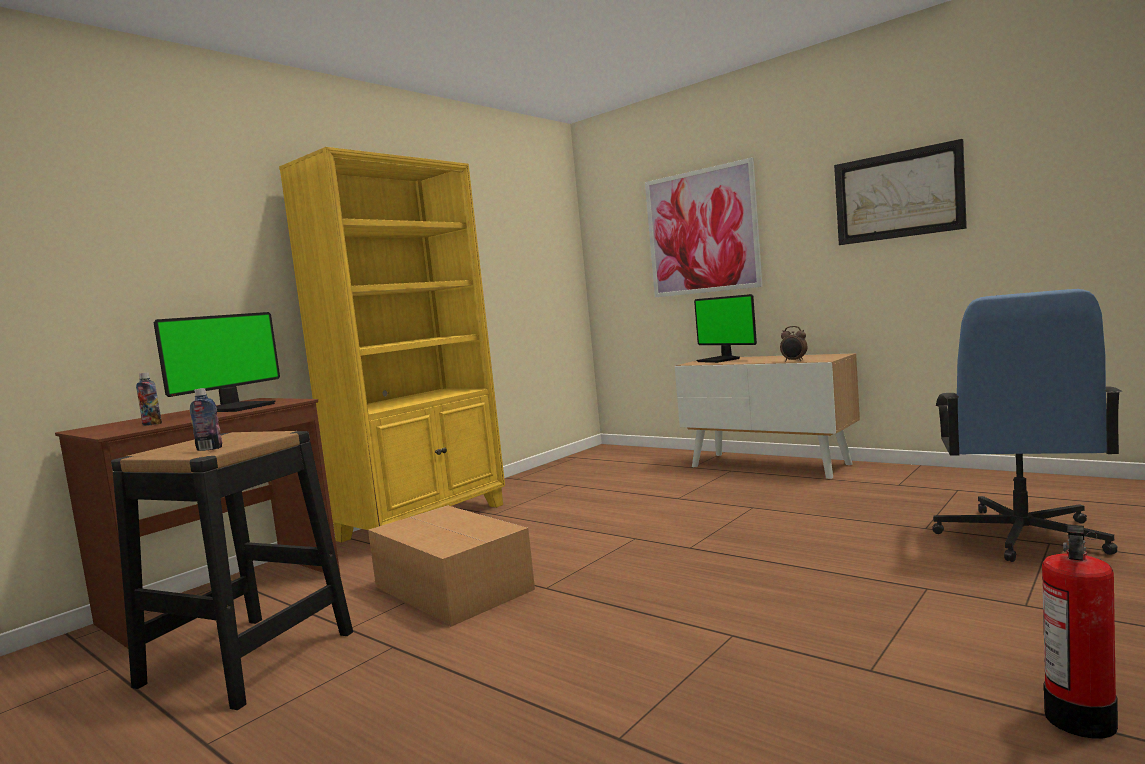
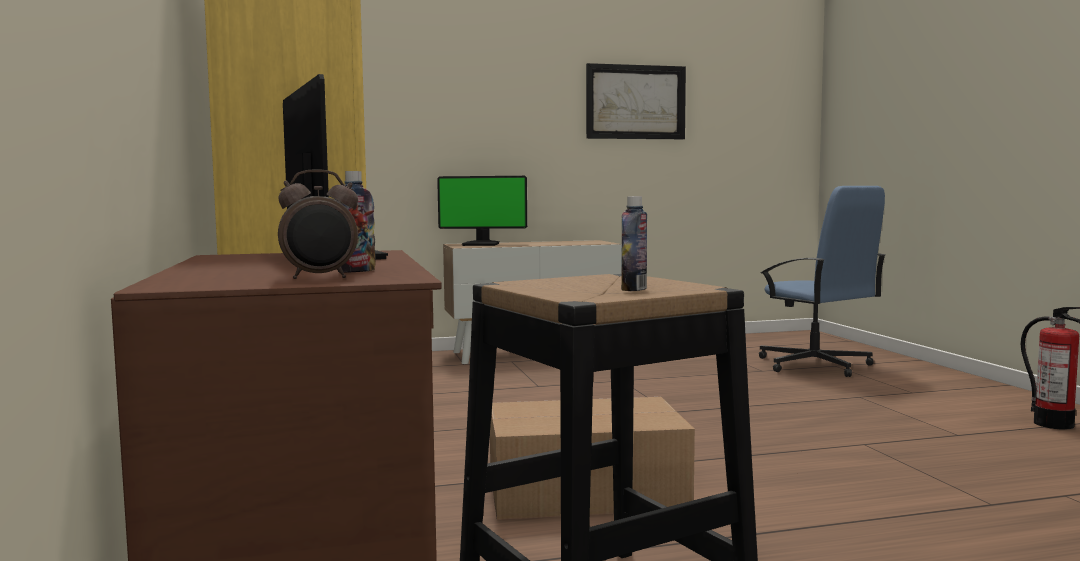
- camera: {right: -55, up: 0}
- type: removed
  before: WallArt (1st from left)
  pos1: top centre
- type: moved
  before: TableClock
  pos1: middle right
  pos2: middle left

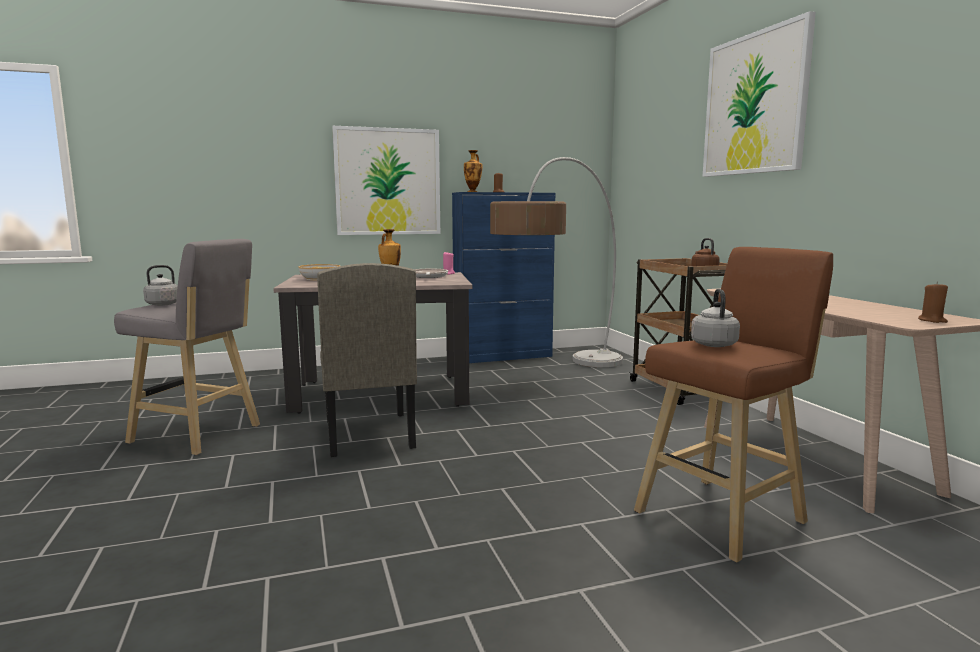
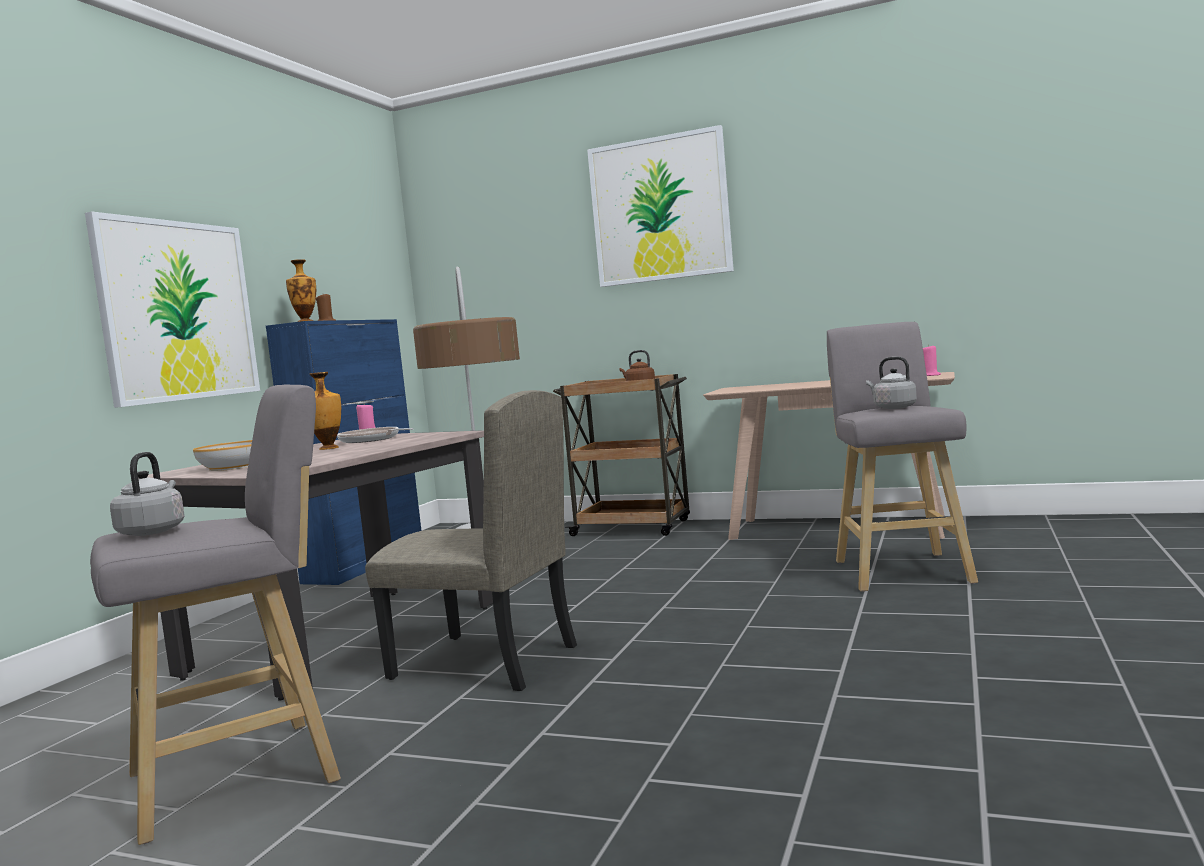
- camera: {right: -50, up: -5}
- type: recoloured
  before: BrownColouredSittingStool
  after: GraySittingStool (2nd from left)
  pos1: middle right
  pos2: middle right
- type: recoloured
  before: BrownColouredWaxLight (2nd from left)
  after: PinkColouredWaxLight (2nd from left)
  pos1: middle right
  pos2: middle right

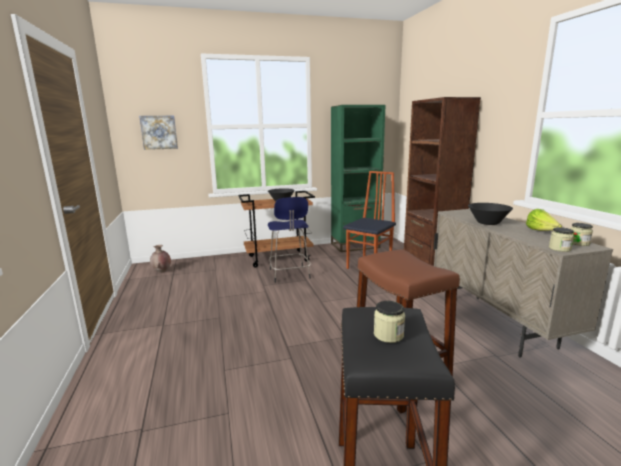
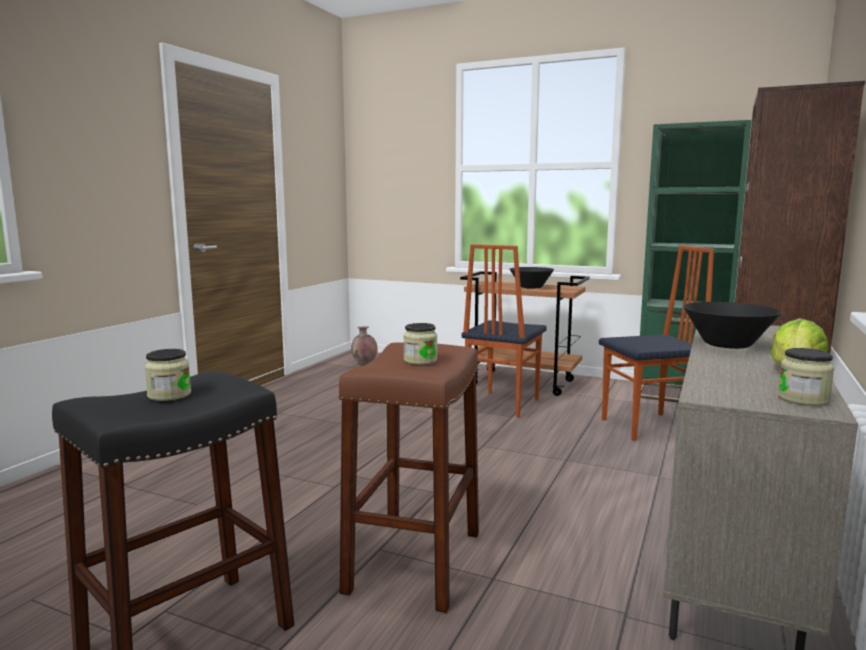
- camera: {right: 40, up: -5}
- type: removed
  before: WallArt
  pos1: top left
- type: replaced
  before: BlueSittingStool
  after: PlainChair (1st from left)
  pos1: centre
  pos2: centre
- type: moved
  before: StorageJar (2nd from left)
  pos1: middle right
  pos2: centre

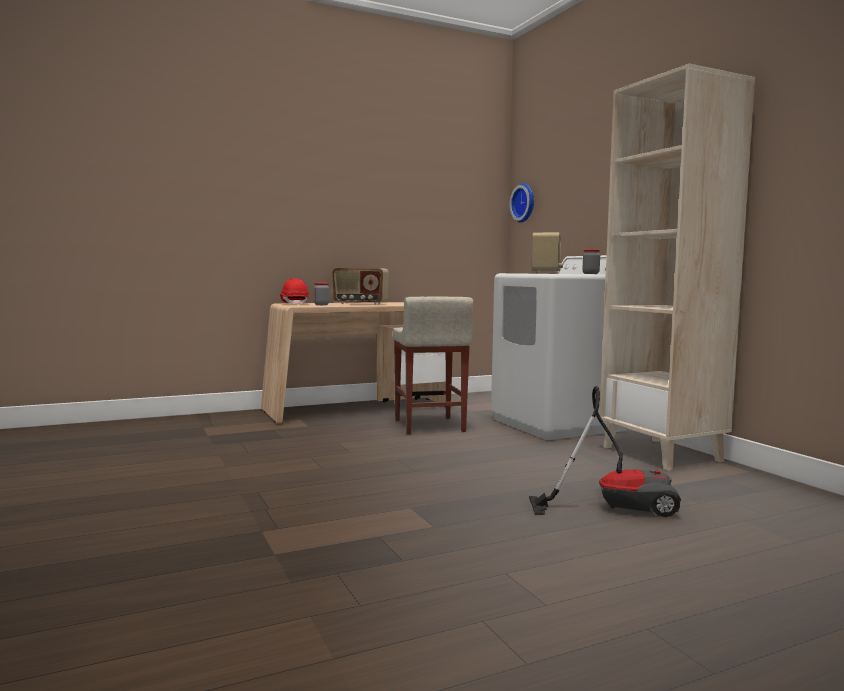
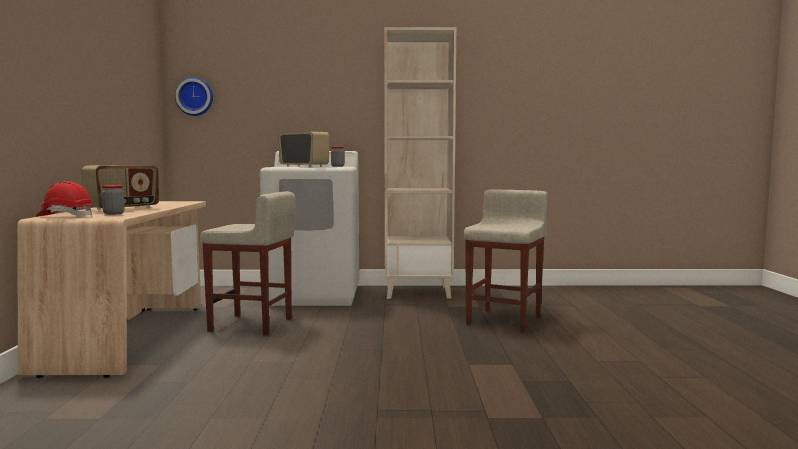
- camera: {right: -65, up: 0}
- type: replaced
  before: VacuumCleaner
  after: BeigeColouredSittingStool (2nd from left)
  pos1: middle right
  pos2: centre

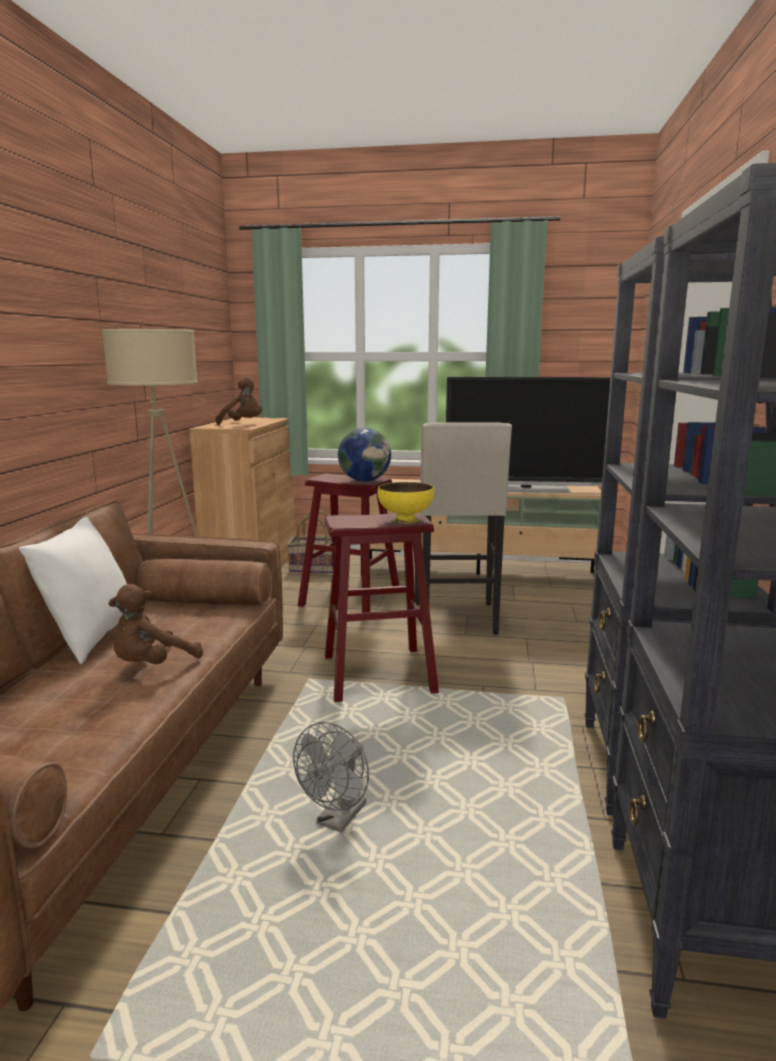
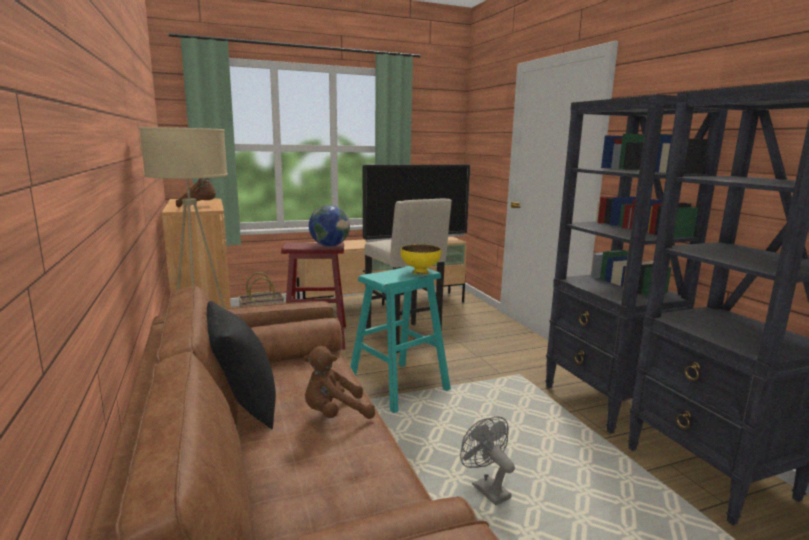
- camera: {right: -30, up: 0}
- type: recoloured
  before: RedSittingStool (2nd from left)
  after: TurquoiseColouredSittingStool
  pos1: centre
  pos2: centre
- type: recoloured
  before: WhiteThrowPillow
  after: BlackishThrowPillow
  pos1: middle left
  pos2: bottom left
- type: turned
  before: BrownColouredCuddlyToy (1st from left in the first image)
  pos1: middle left
  pos2: bottom centre
  turn: 60
- type: turned
  before: GrayCoolingFan
  pos1: bottom centre
  pos2: bottom centre
  turn: 150

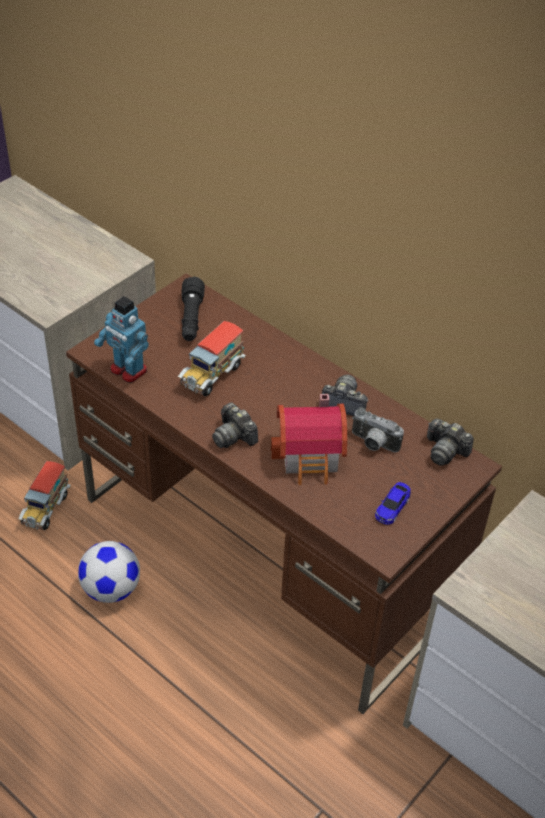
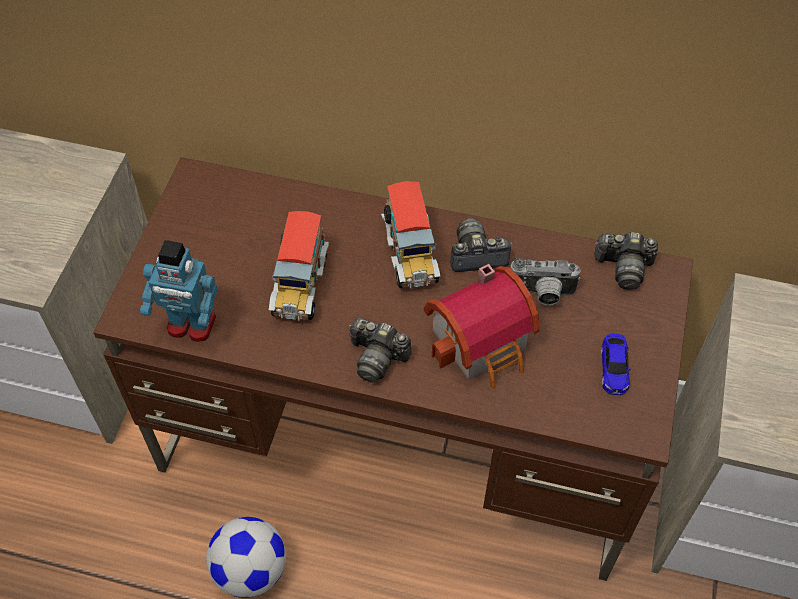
- camera: {right: -25, up: 10}
- type: removed
  before: BlackishTorch
  pos1: centre
- type: moved
  before: ToyTruck (1st from left in the first image)
  after: ToyTruck (2nd from left)
  pos1: middle left
  pos2: centre

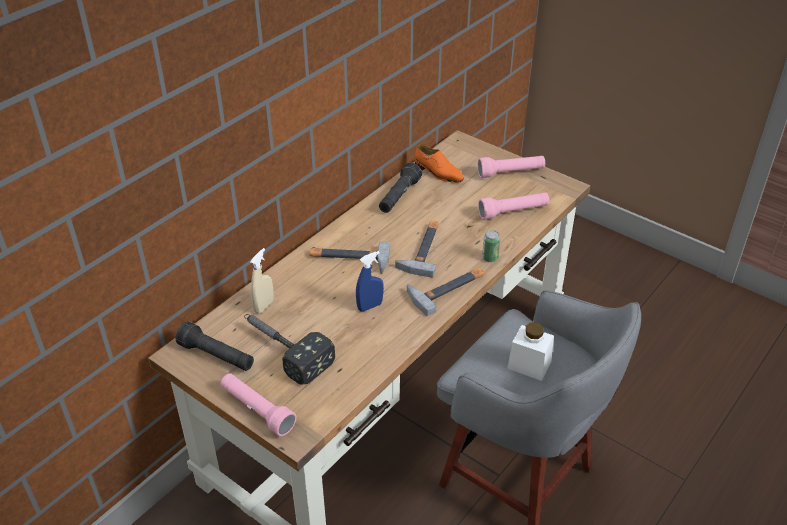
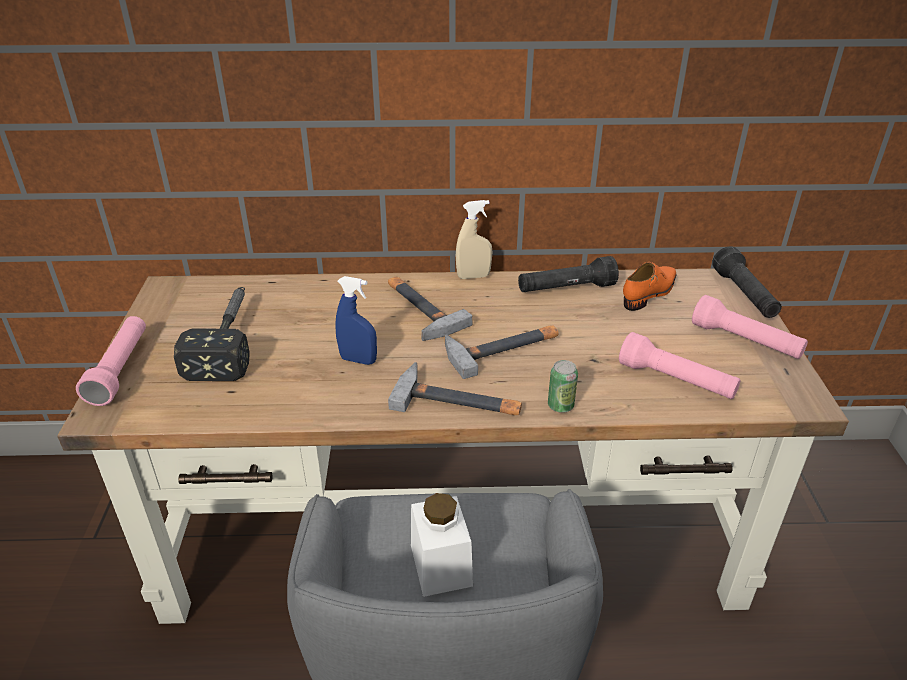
- camera: {right: 50, up: -5}
- type: turned
  before: OrangeColouredShoe
  pos1: top centre
  pos2: middle right
  turn: -135
- type: moved
  before: BeigeColouredSprayer
  pos1: middle left
  pos2: centre
- type: moved
  before: BlackishTorch (1st from left in the first image)
  after: BlackishTorch (2nd from left)
  pos1: middle left
  pos2: middle right

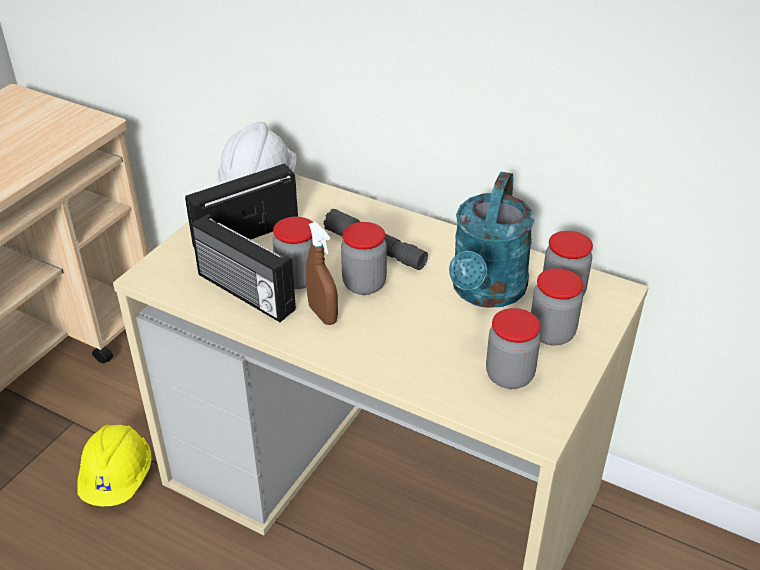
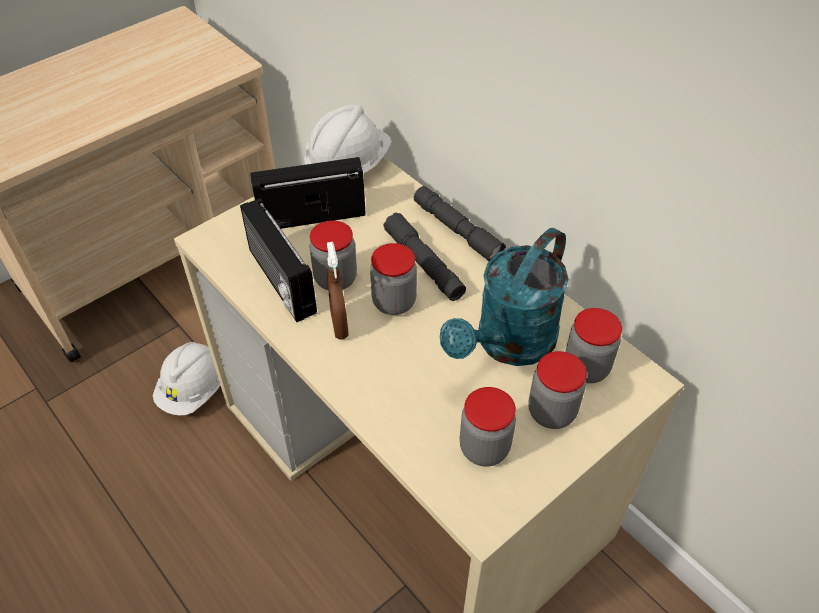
- camera: {right: 20, up: 10}
- type: recoloured
  before: YellowColouredSafetyHelmet
  after: WhiteSafetyHelmet (1st from left)
  pos1: bottom left
  pos2: middle left
- type: added
  after: GrayTorch (2nd from left)
  pos2: centre

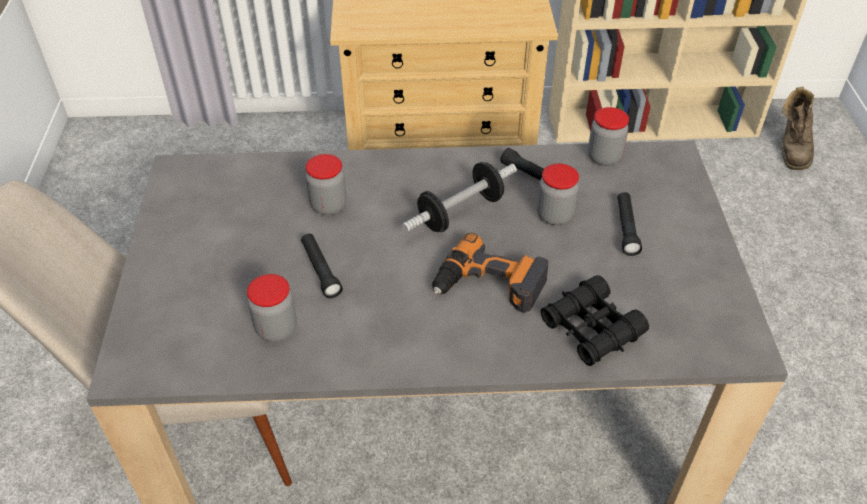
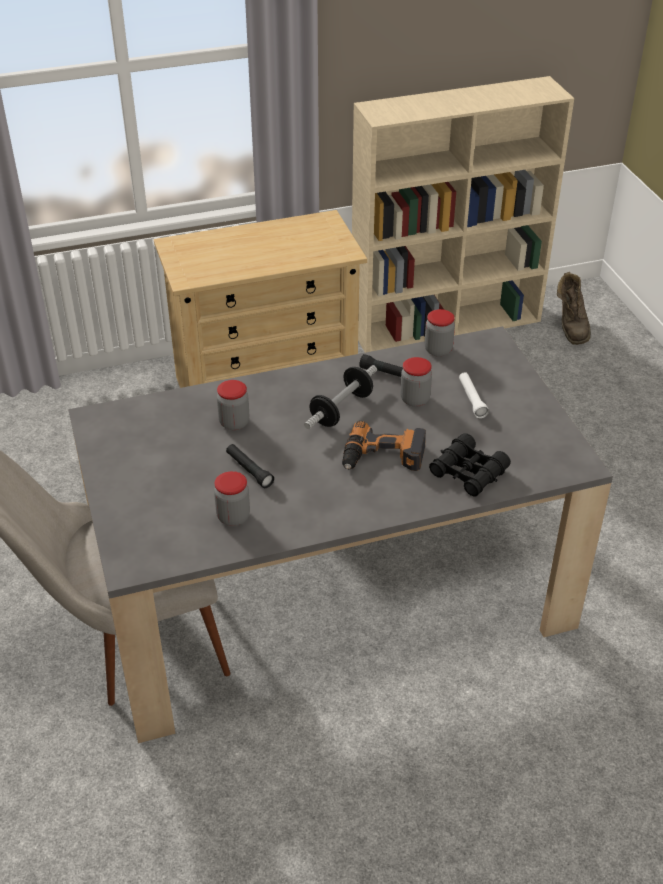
- camera: {right: -15, up: -5}
- type: recoloured
  before: BlackishTorch (3rd from left)
  after: WhiteTorch
  pos1: middle right
  pos2: middle right

